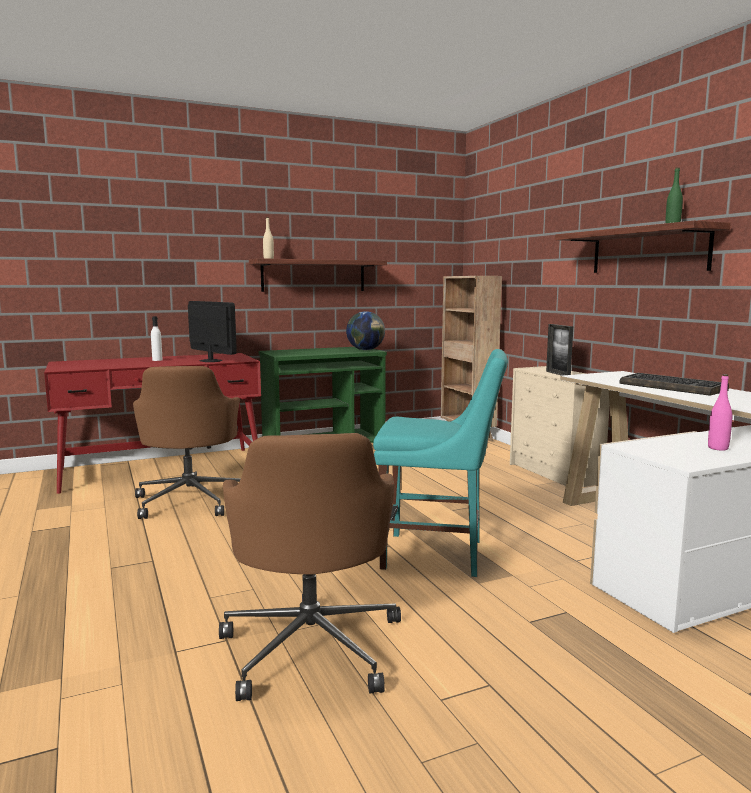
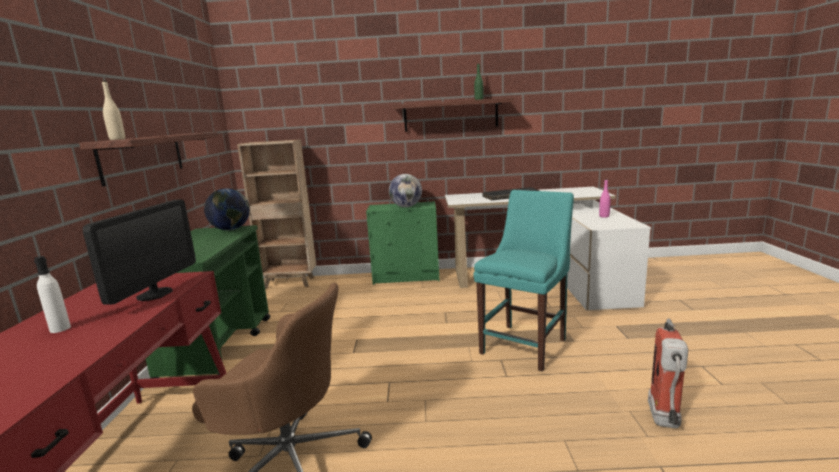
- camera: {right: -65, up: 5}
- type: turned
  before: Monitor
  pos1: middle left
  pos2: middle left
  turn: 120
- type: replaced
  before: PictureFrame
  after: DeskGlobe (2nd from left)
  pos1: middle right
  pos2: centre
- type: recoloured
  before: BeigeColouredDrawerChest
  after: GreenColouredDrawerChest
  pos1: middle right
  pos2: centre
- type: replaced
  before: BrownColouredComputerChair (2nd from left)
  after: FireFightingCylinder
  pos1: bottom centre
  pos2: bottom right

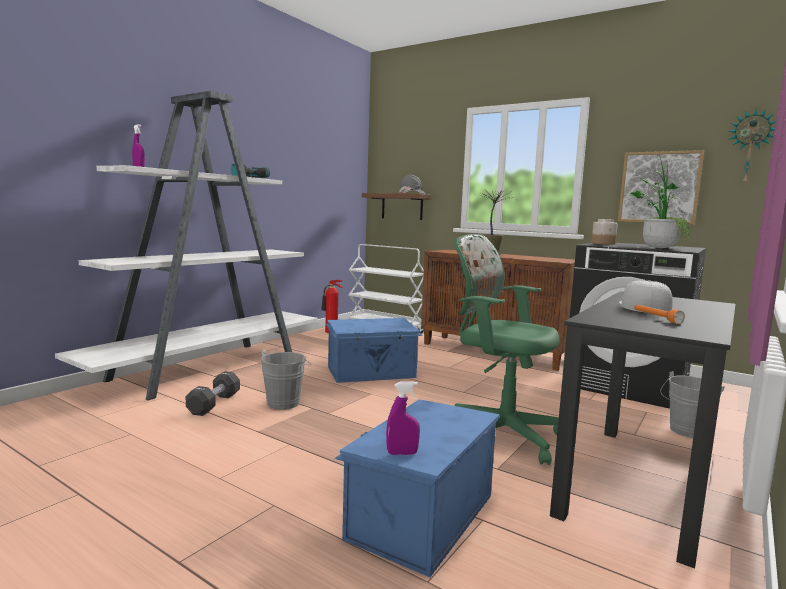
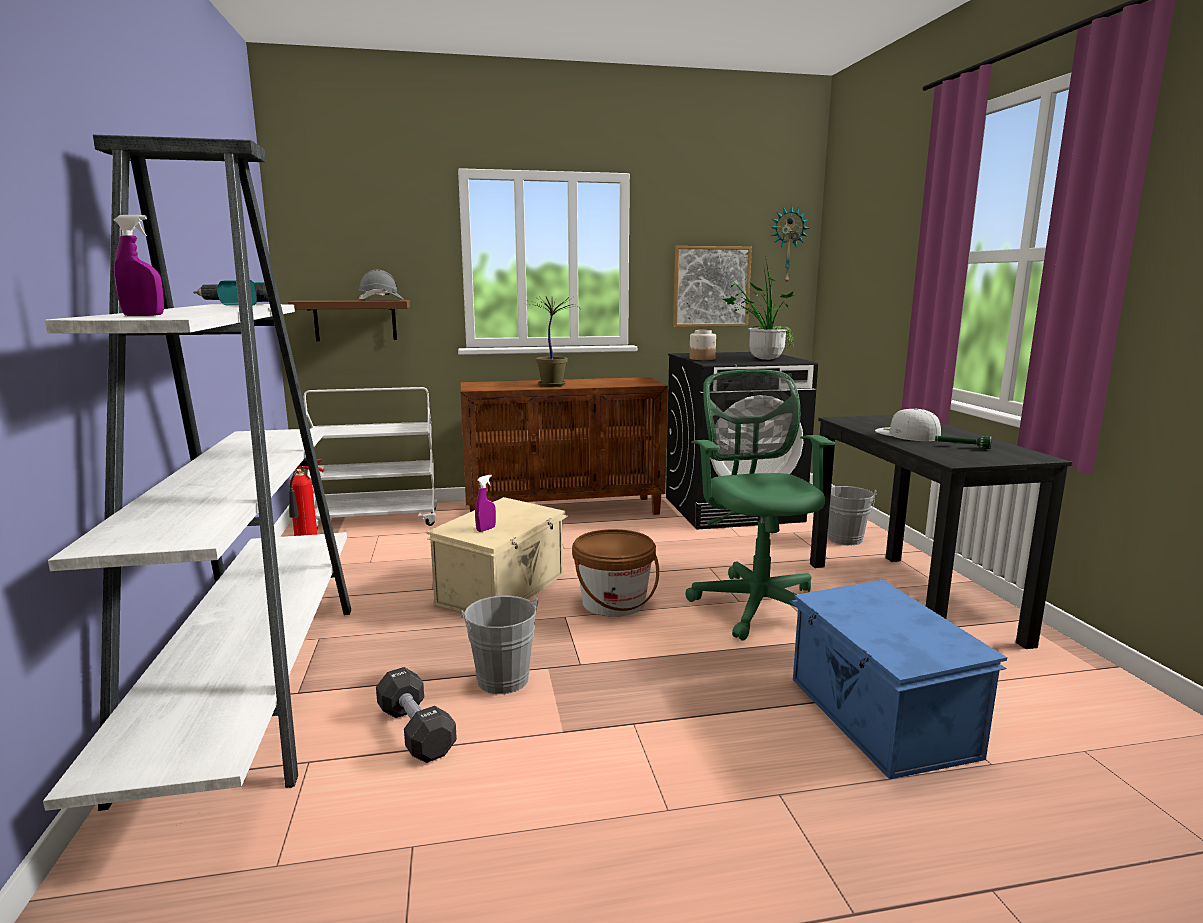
- camera: {right: -45, up: 5}
- type: turned
  before: GreenColouredComputerChair
  pos1: centre
  pos2: centre
  turn: 90
- type: recoloured
  before: OrangeColouredTorch
  after: GreenColouredTorch
  pos1: middle right
  pos2: middle right
- type: recoloured
  before: BlueStorageBin (1st from left)
  after: BeigeColouredStorageBin
  pos1: centre
  pos2: centre
- type: moved
  before: PurpleSprayer (2nd from left)
  pos1: bottom centre
  pos2: centre
- type: added
  after: BrownColouredBucket
  pos2: centre

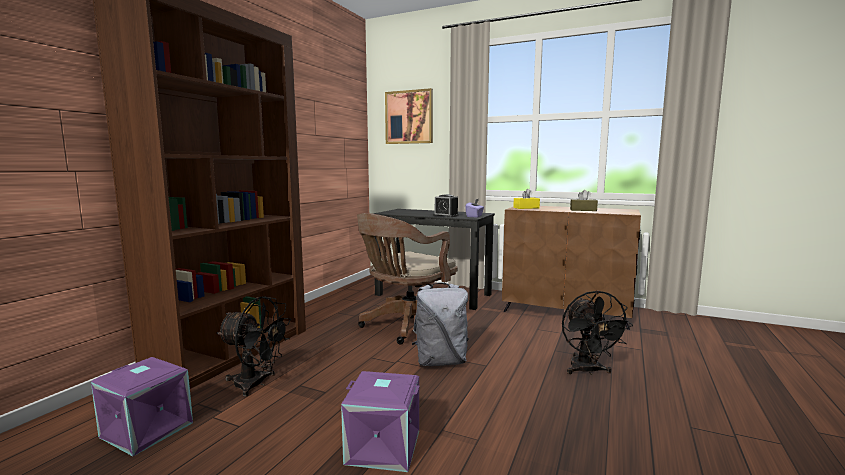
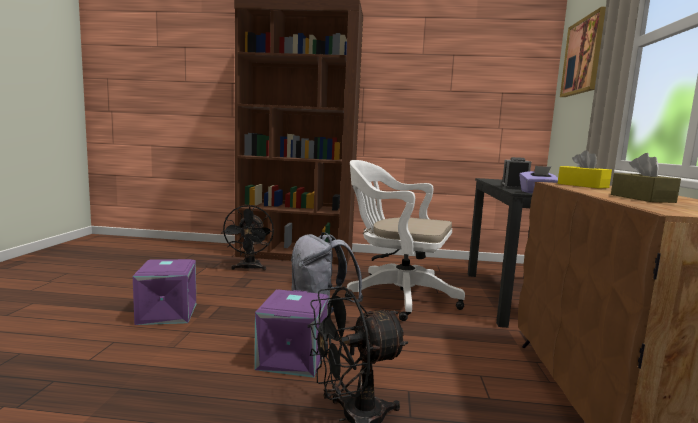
- camera: {right: 70, up: 0}
- type: recoloured
  before: BrownColouredComputerChair
  after: WhiteComputerChair
  pos1: centre
  pos2: centre
- type: moved
  before: PurpleStorageBin (1st from left in the first image)
  after: PurpleStorageBin (2nd from left)
  pos1: bottom left
  pos2: bottom centre

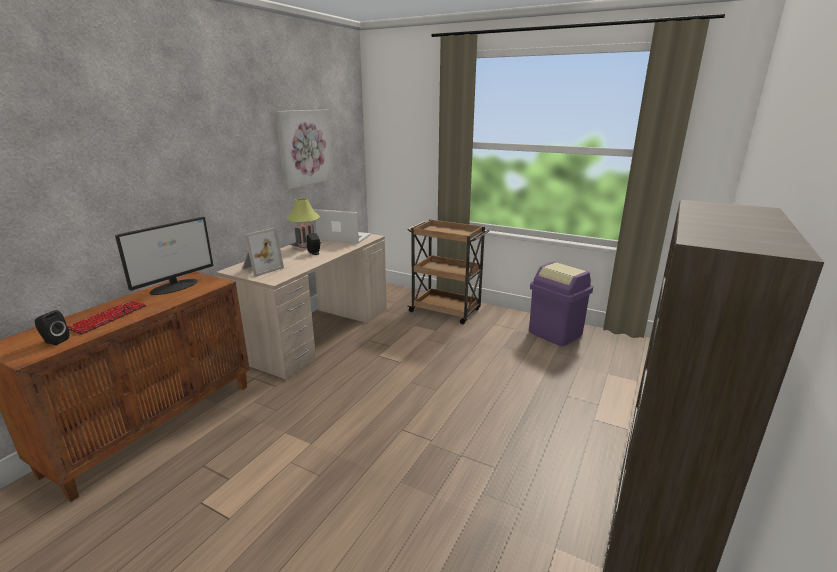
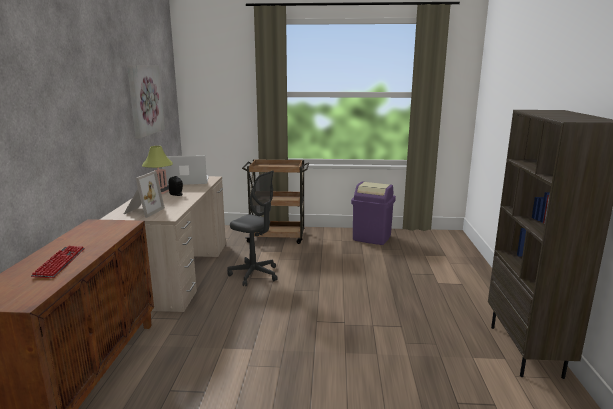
- camera: {right: -25, up: -5}
- type: removed
  before: Monitor
  pos1: middle left
- type: removed
  before: BlackishSpeaker (1st from left)
  pos1: middle left
- type: added
  after: GrayComputerChair
  pos2: centre

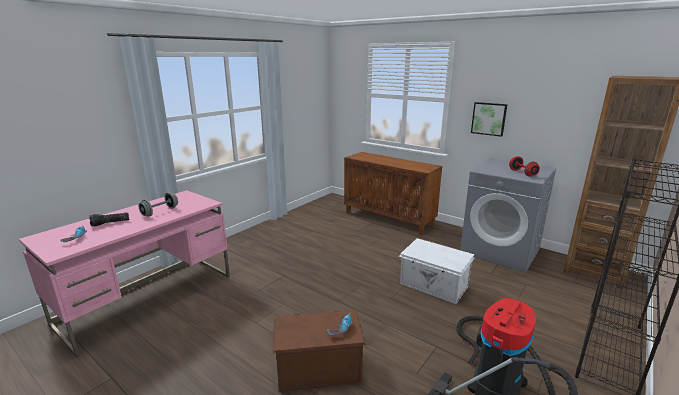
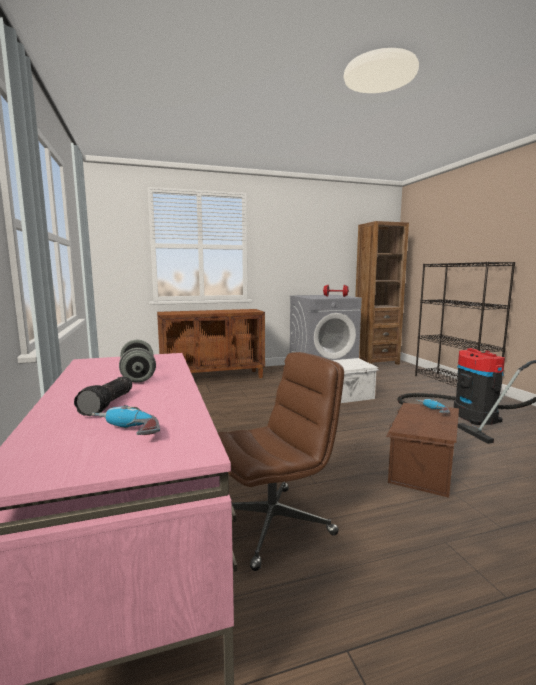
- camera: {right: -55, up: -10}
- type: removed
  before: WallArt
  pos1: top right
- type: added
  after: BrownColouredComputerChair
  pos2: bottom centre

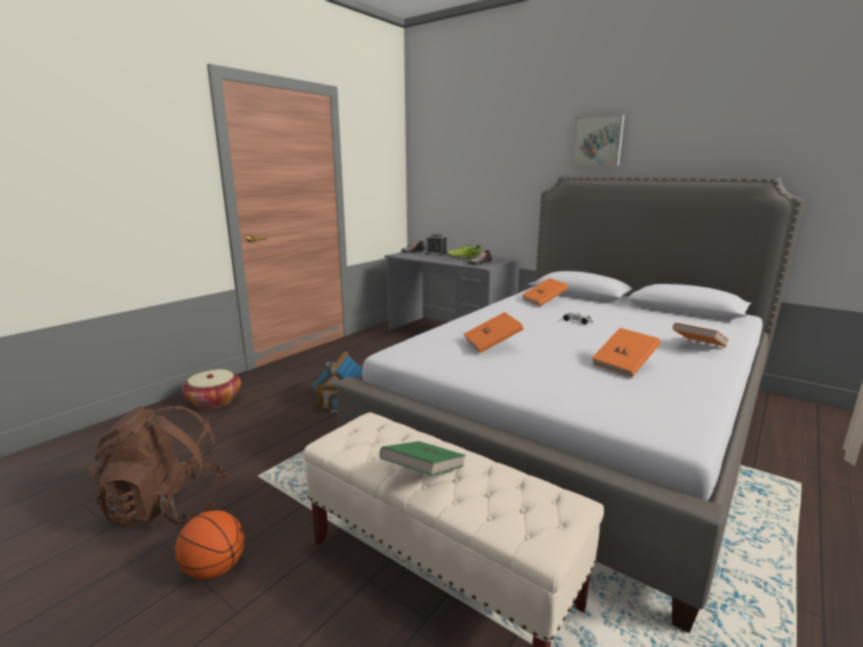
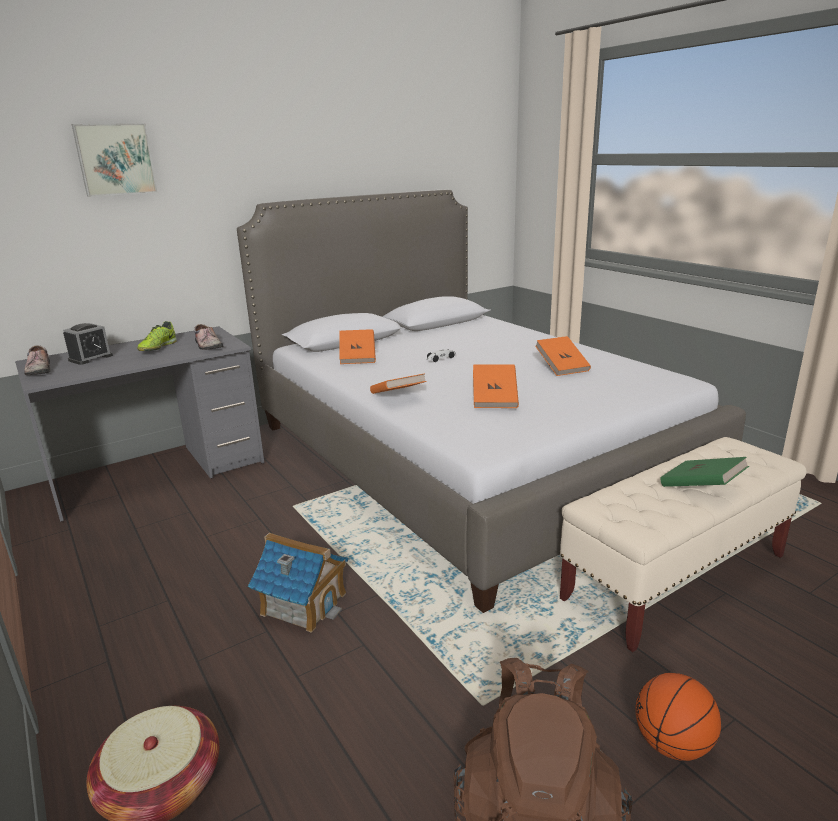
- camera: {right: -70, up: 5}
- type: moved
  before: WallArt
  pos1: top right
  pos2: top left
- type: moved
  before: OrangeColouredBook (4th from left in the first image)
  after: OrangeColouredBook (2nd from left)
  pos1: middle right
  pos2: centre

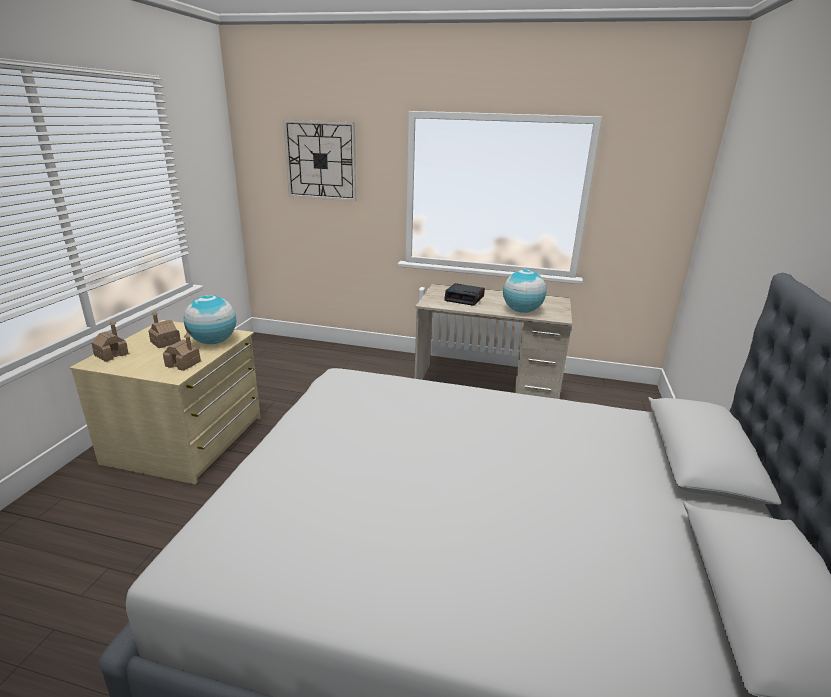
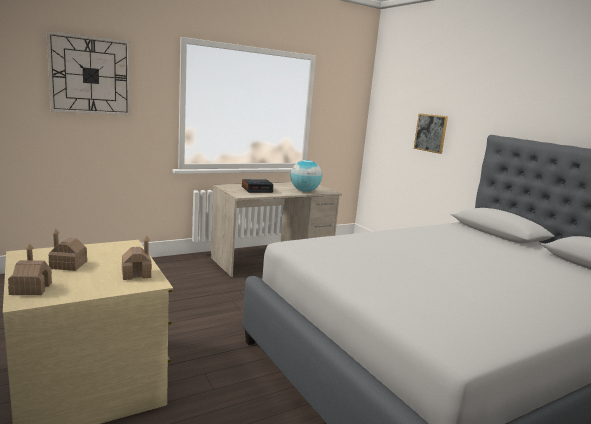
- camera: {right: -45, up: -10}
- type: removed
  before: DeskGlobe (1st from left)
  pos1: middle left
- type: added
  after: WallArt
  pos2: top right

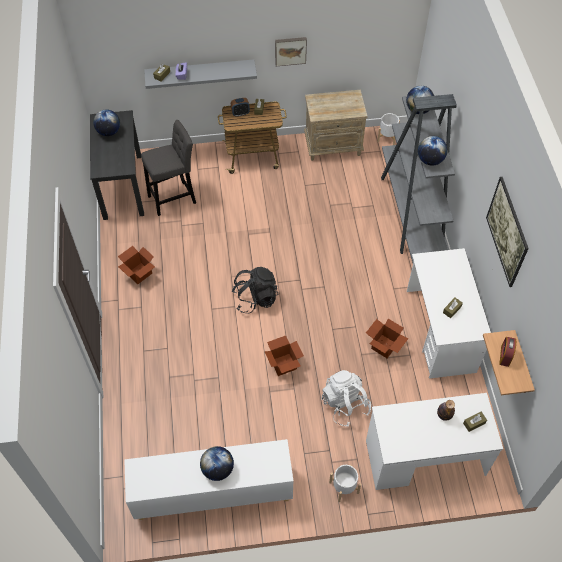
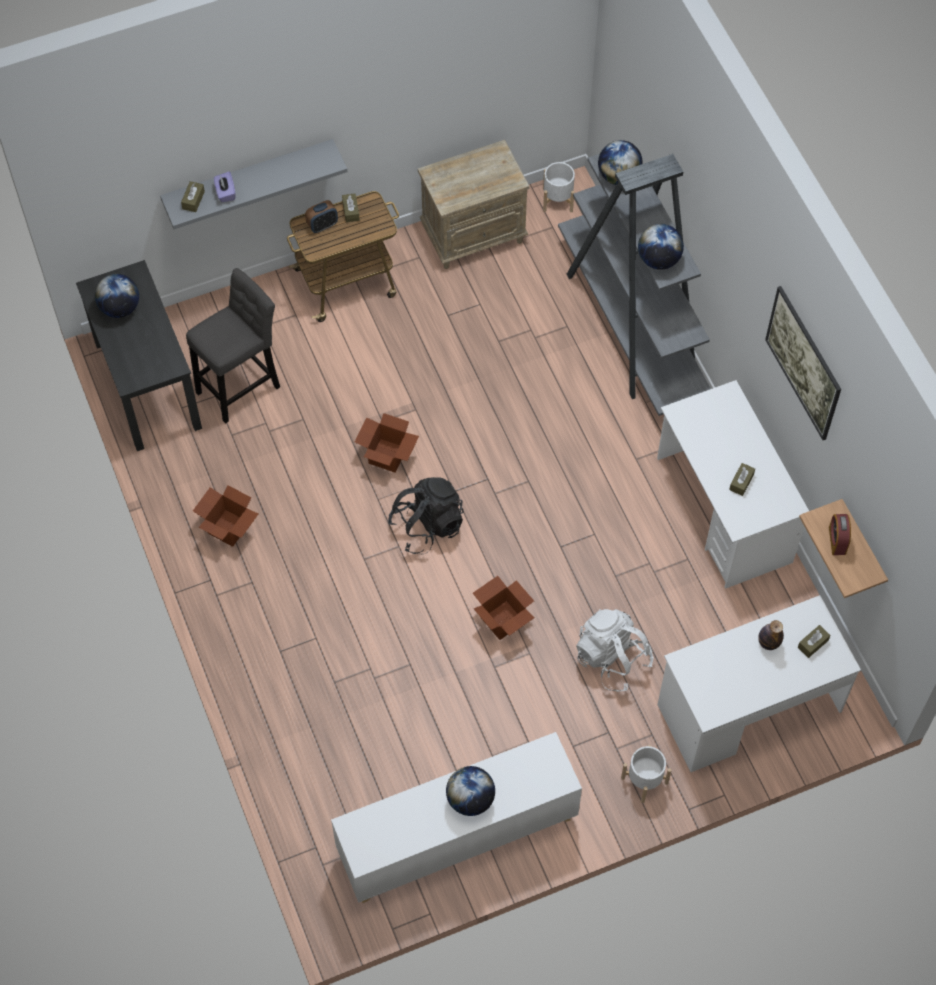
- camera: {right: -15, up: 5}
- type: removed
  before: WallArt (1st from left)
  pos1: top centre
- type: moved
  before: CardboardBox (3rd from left in the first image)
  after: CardboardBox (2nd from left)
  pos1: middle right
  pos2: centre

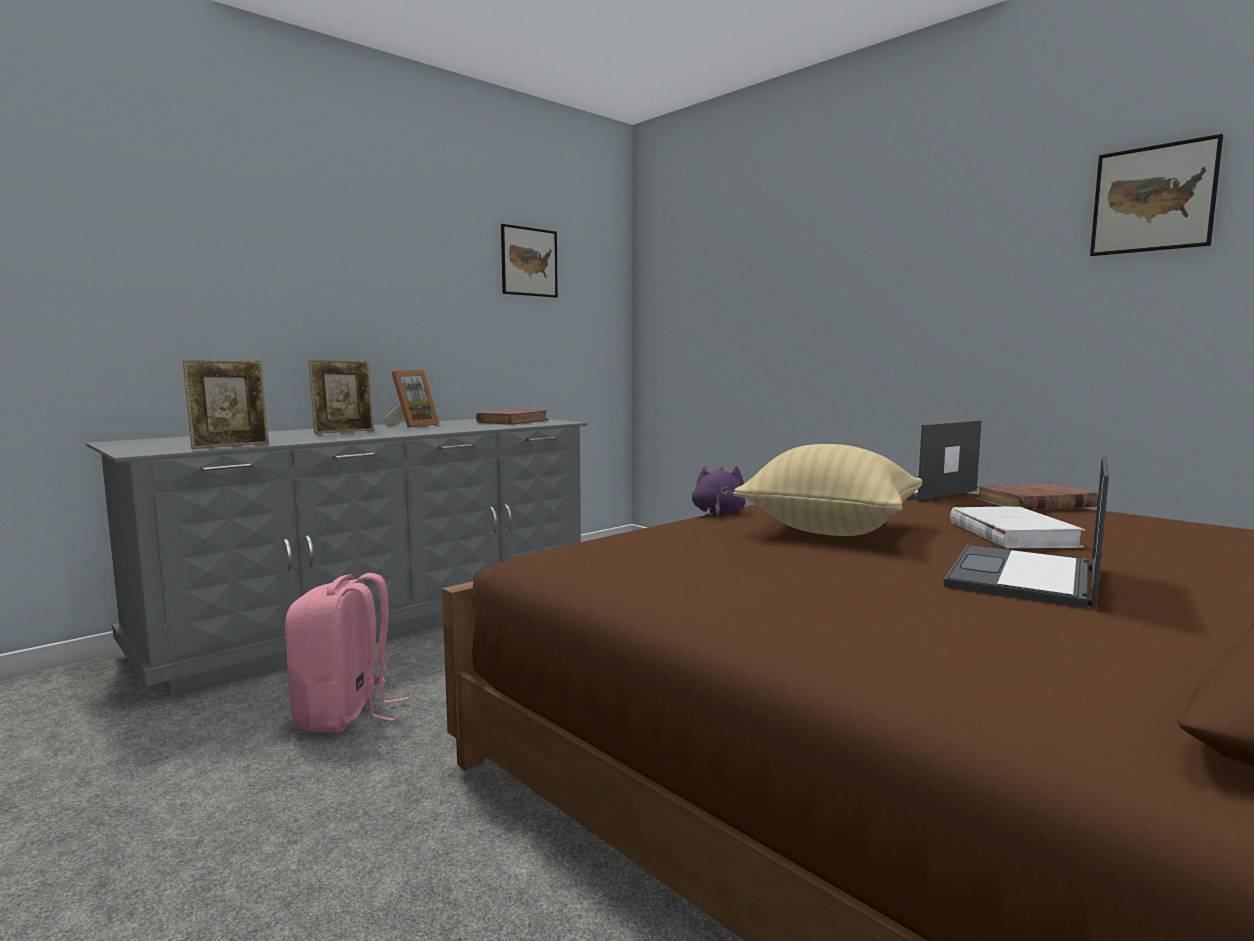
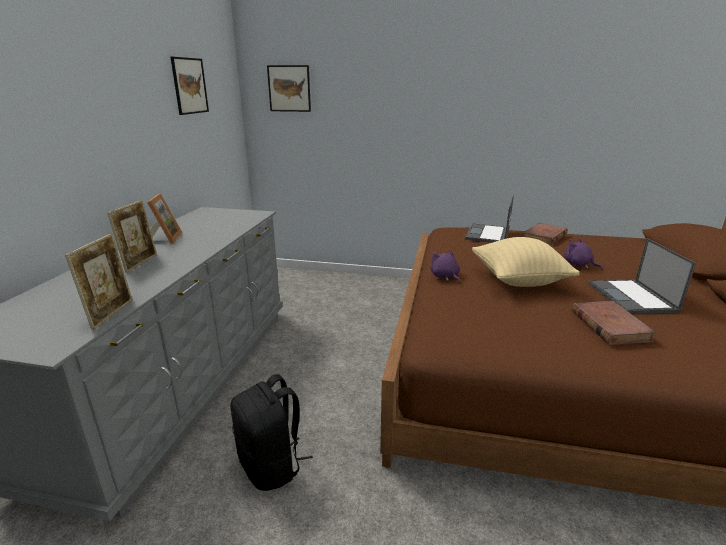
- camera: {right: -35, up: 15}
- type: moved
  before: WallArt (2nd from left)
  pos1: top right
  pos2: top centre
- type: moved
  before: BrownColouredBook (1st from left in the first image)
  after: BrownColouredBook (2nd from left)
  pos1: centre
  pos2: middle right
- type: replaced
  before: WhiteBook
  after: PurpleCuddlyToy (2nd from left)
  pos1: middle right
  pos2: middle right
- type: recoloured
  before: PinkColouredKnapsack
  after: BlackishKnapsack
  pos1: bottom left
  pos2: bottom centre

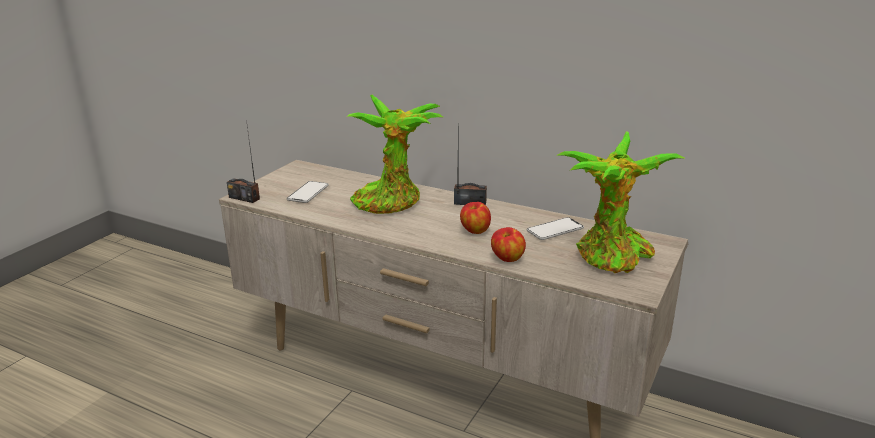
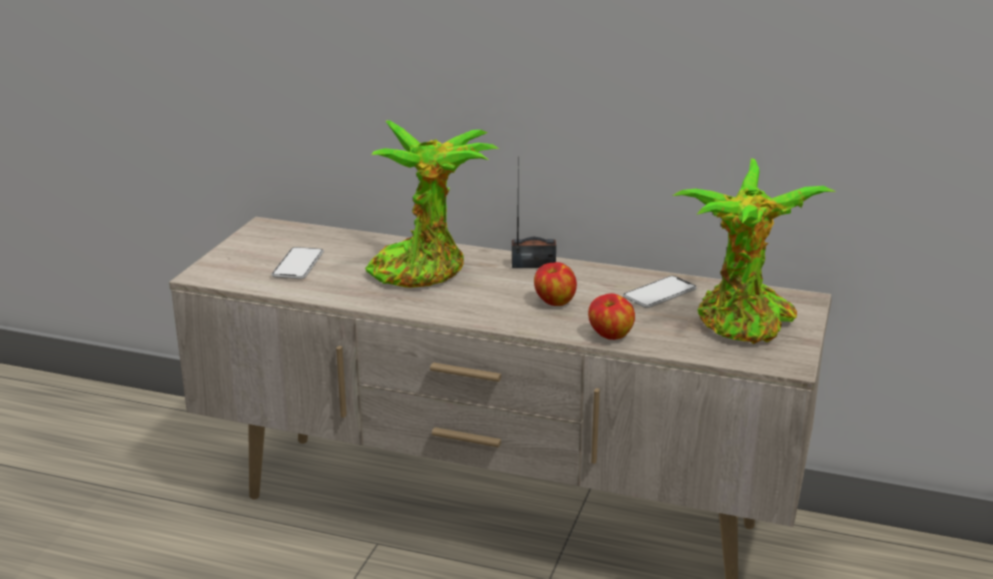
- camera: {right: -10, up: 0}
- type: removed
  before: RadioReceiver (1st from left)
  pos1: middle left

